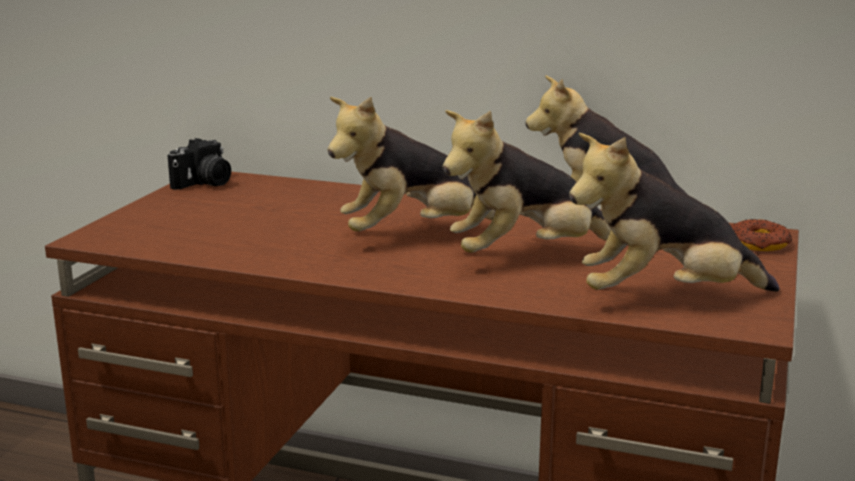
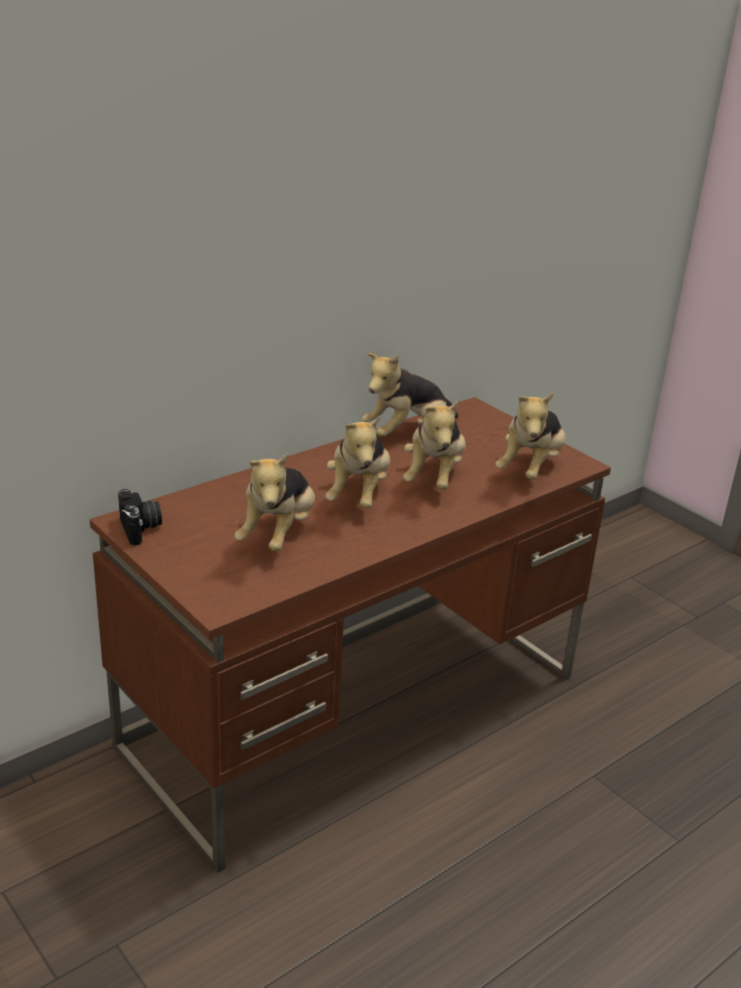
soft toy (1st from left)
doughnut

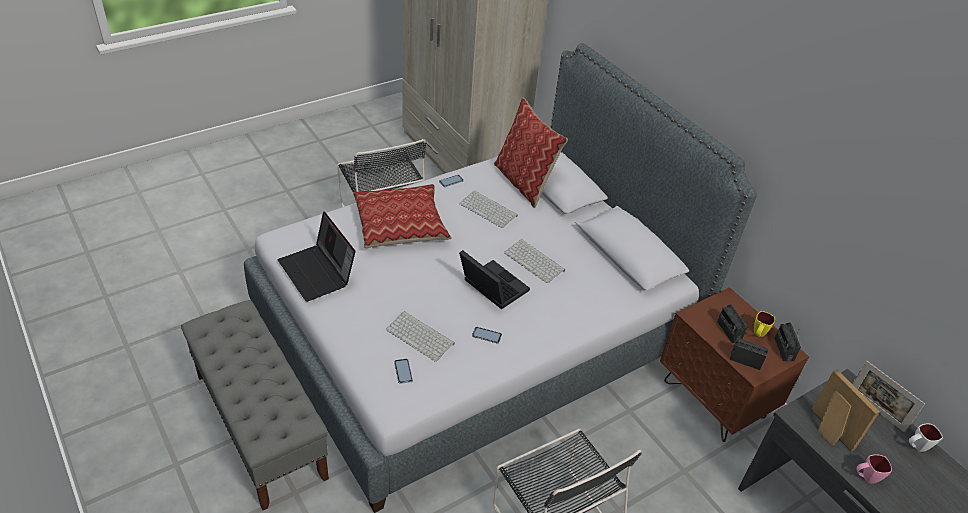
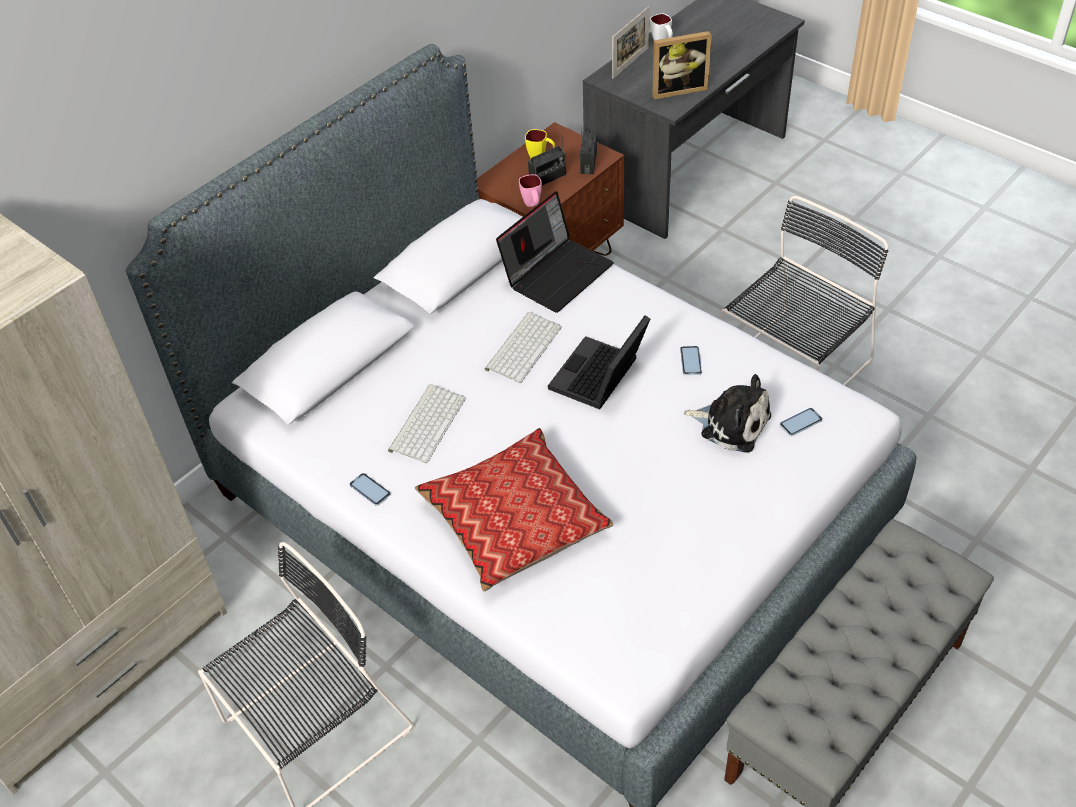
portable computer (1st from left)
pink tea mug
photo frame (2nd from left)
soft toy
pillow (2nd from left in the first image)
radio receiver (3rd from left in the first image)

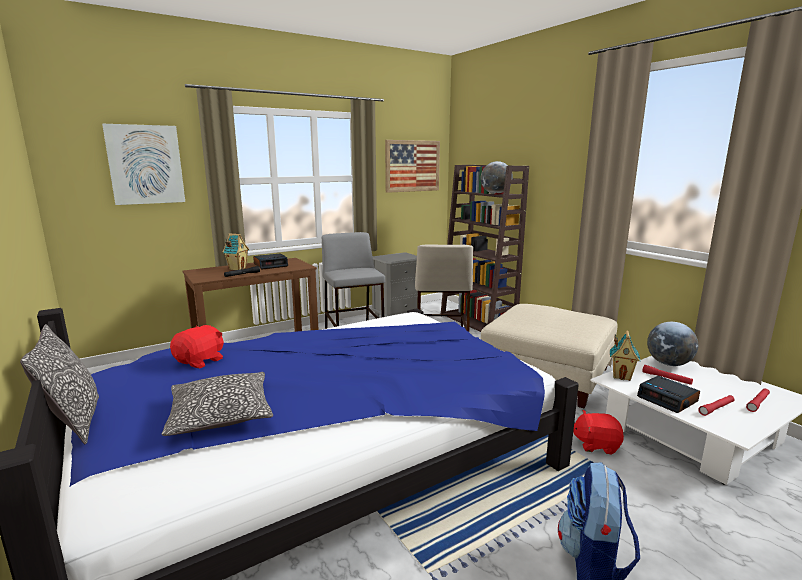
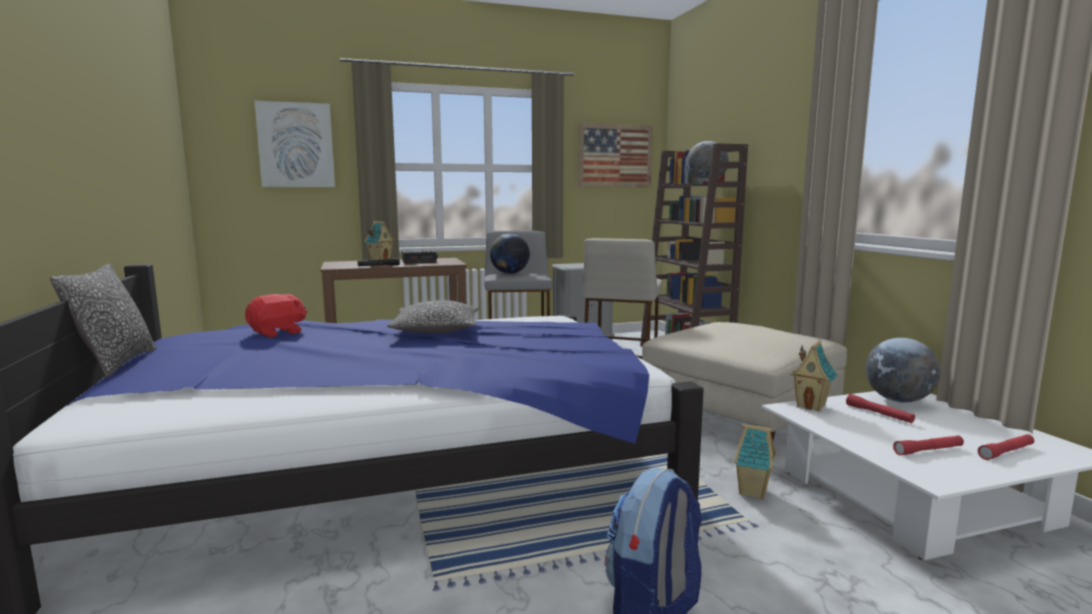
pillow (2nd from left)
desk globe (1st from left)
miniature house (2nd from left)
table clock (2nd from left in the first image)

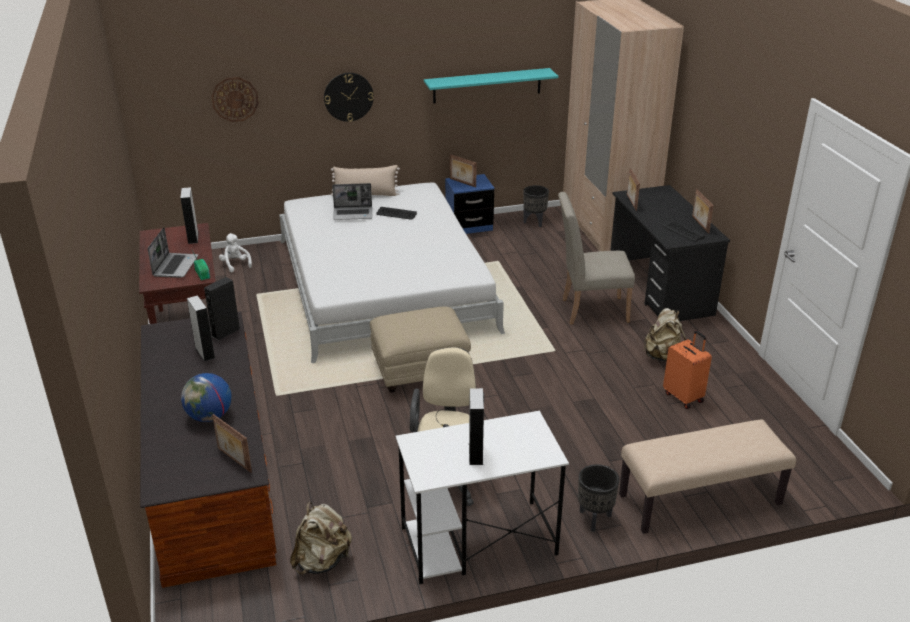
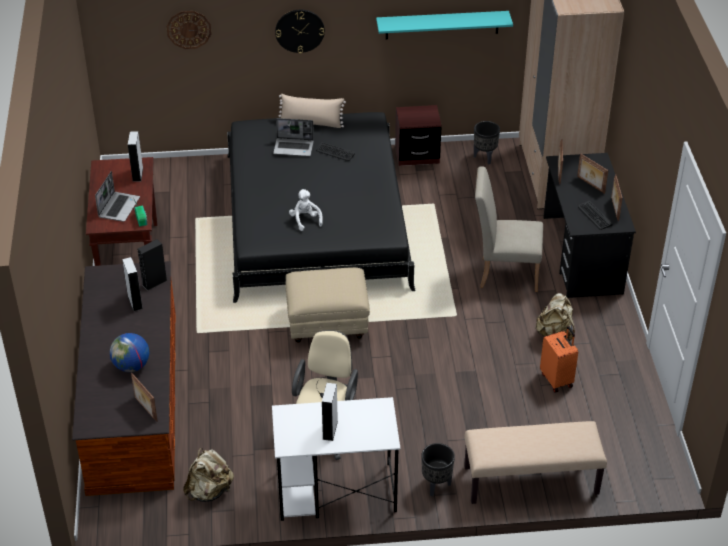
blackish bed
white-coloured soft toy
brown-coloured night table
photo frame (3rd from left)

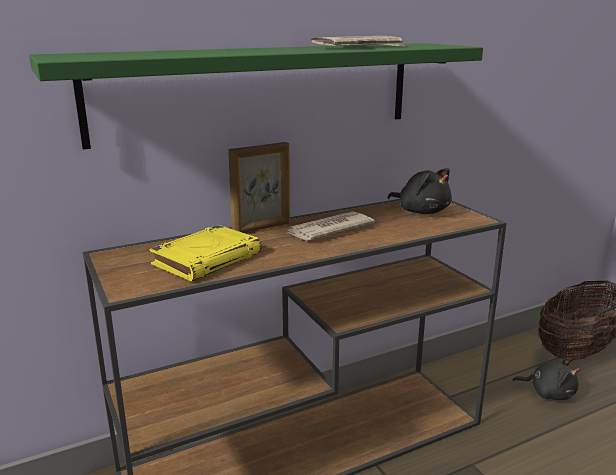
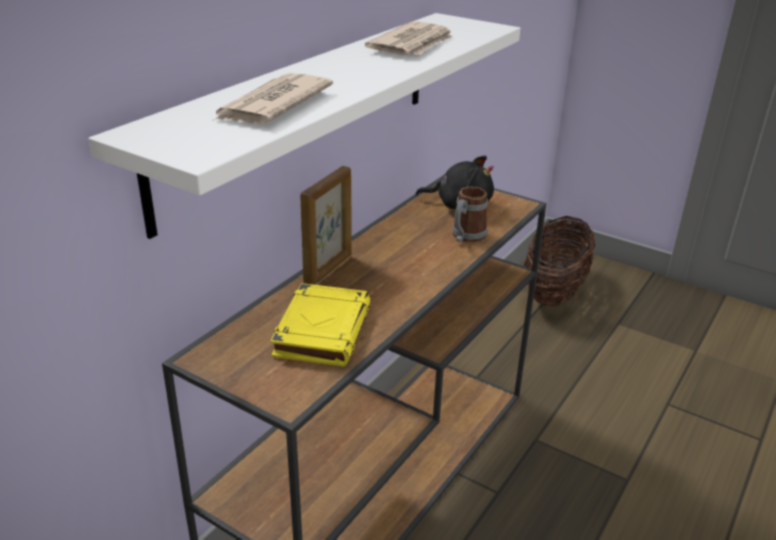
white-coloured wall shelf
newspaper (1st from left)
tea mug
blackish soft toy (2nd from left in the first image)

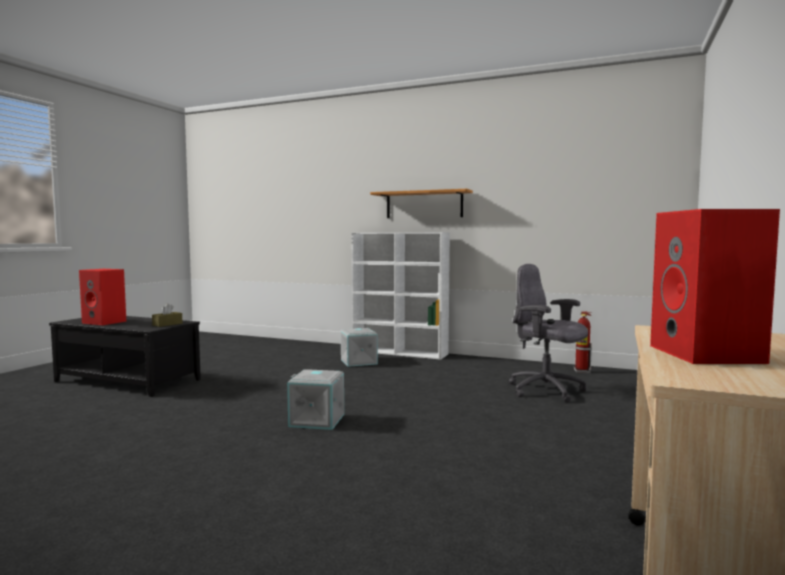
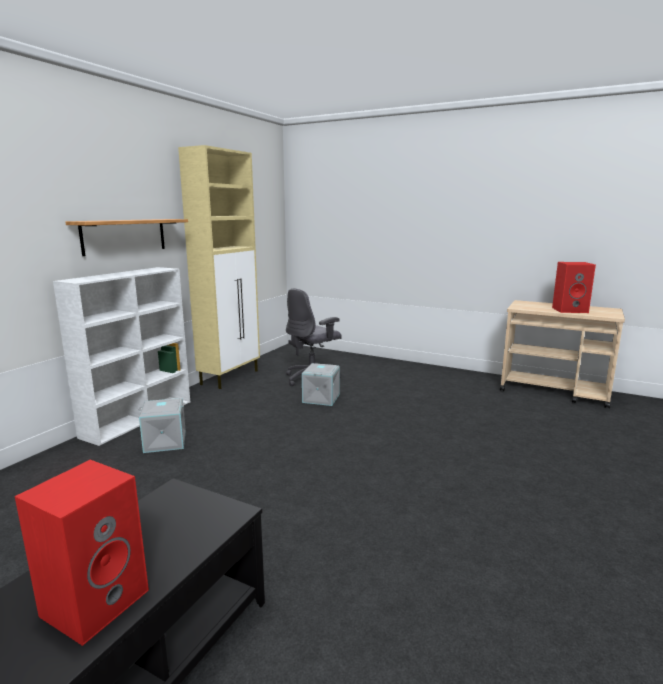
beige cupboard
greyish storage bin (2nd from left)
brown-coloured box of tissues
fire extinguisher

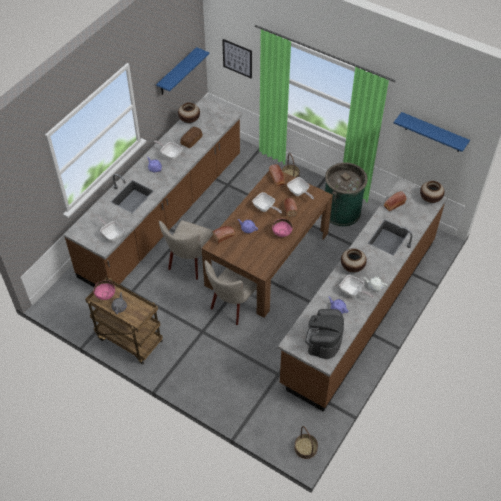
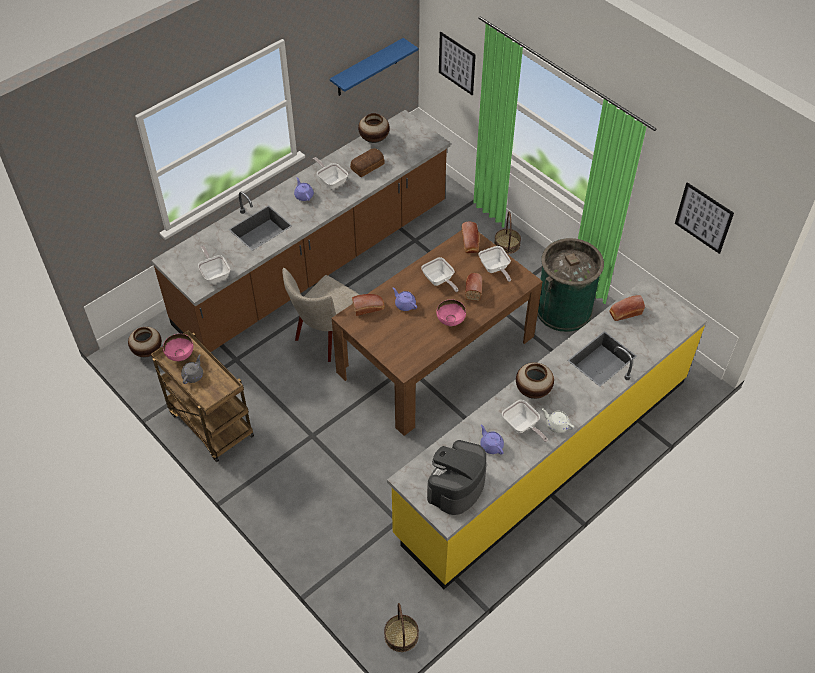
decorative vase (1st from left)
yellow-coloured counter
wall art (2nd from left)
beige plain chair (2nd from left in the first image)

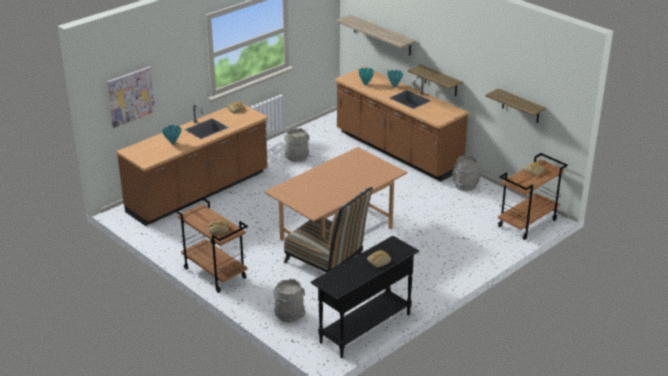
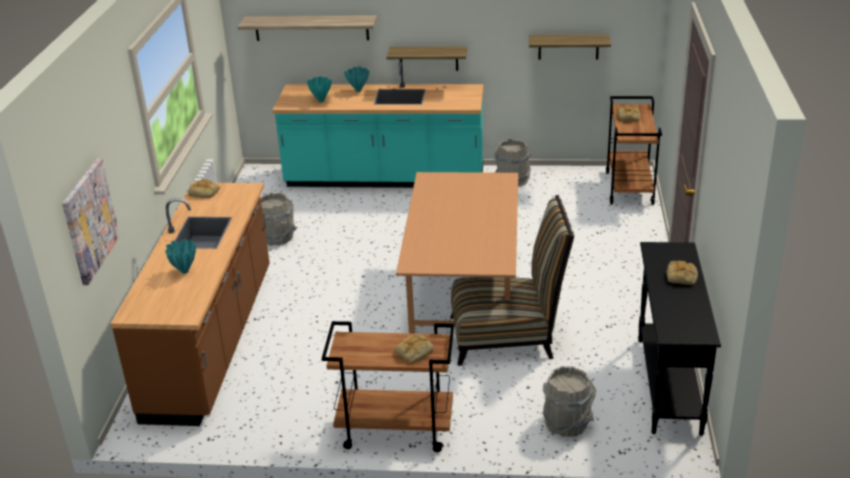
turquoise counter

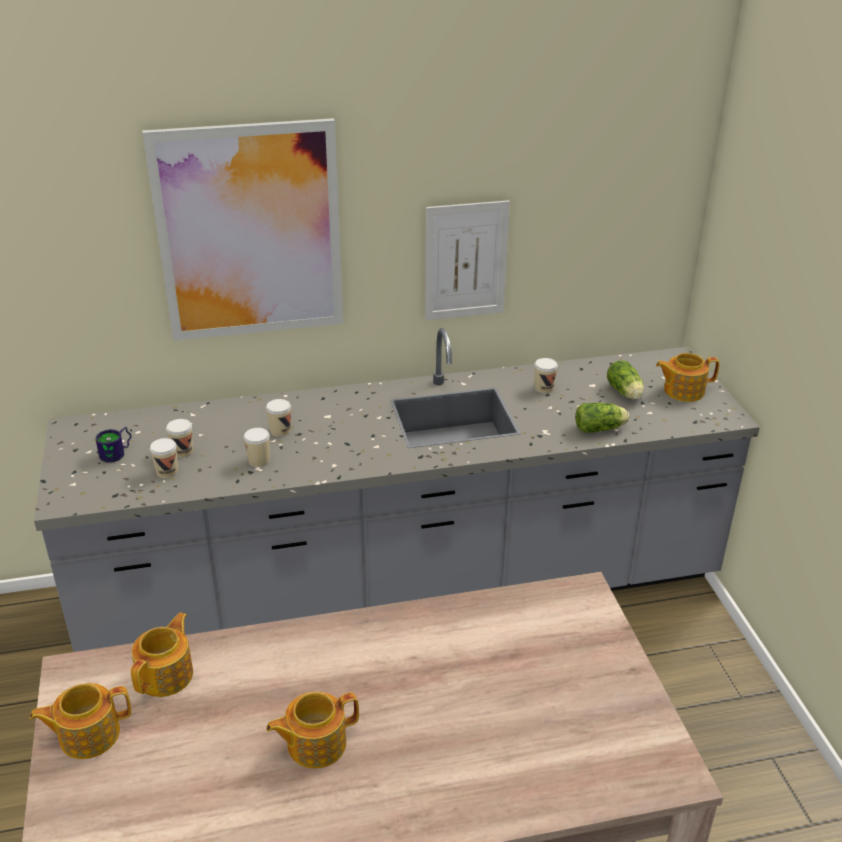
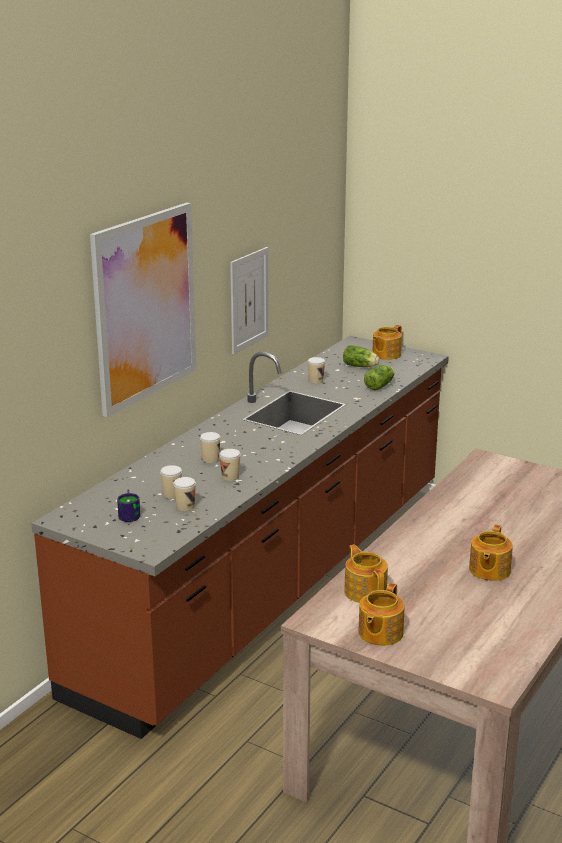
brown-coloured counter

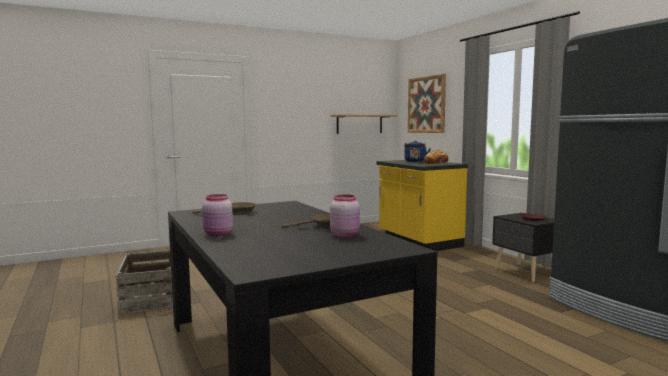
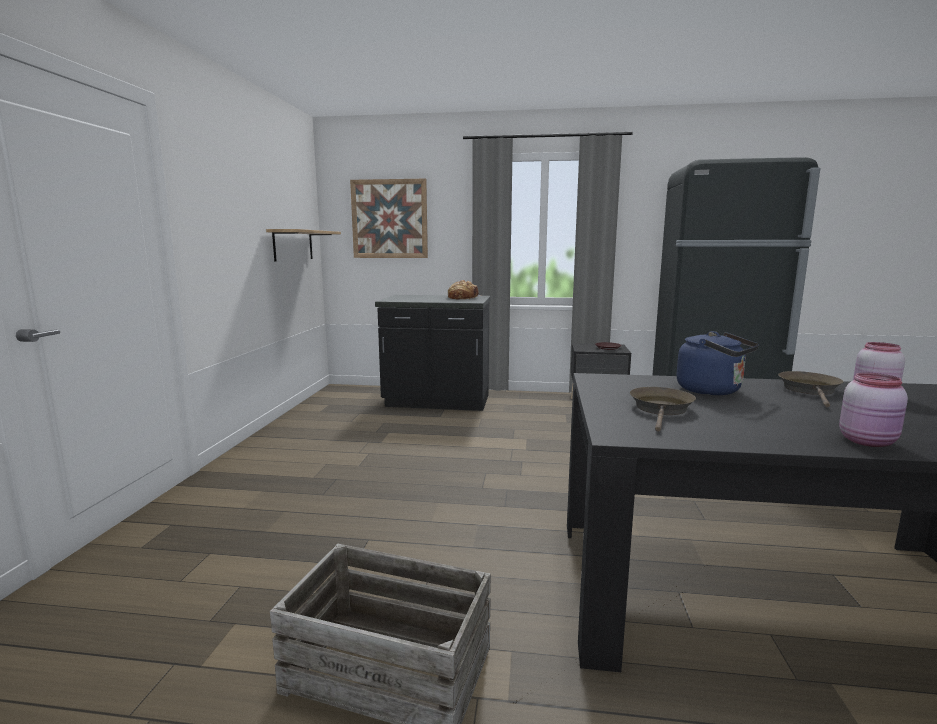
blackish counter
bluish tea kettle

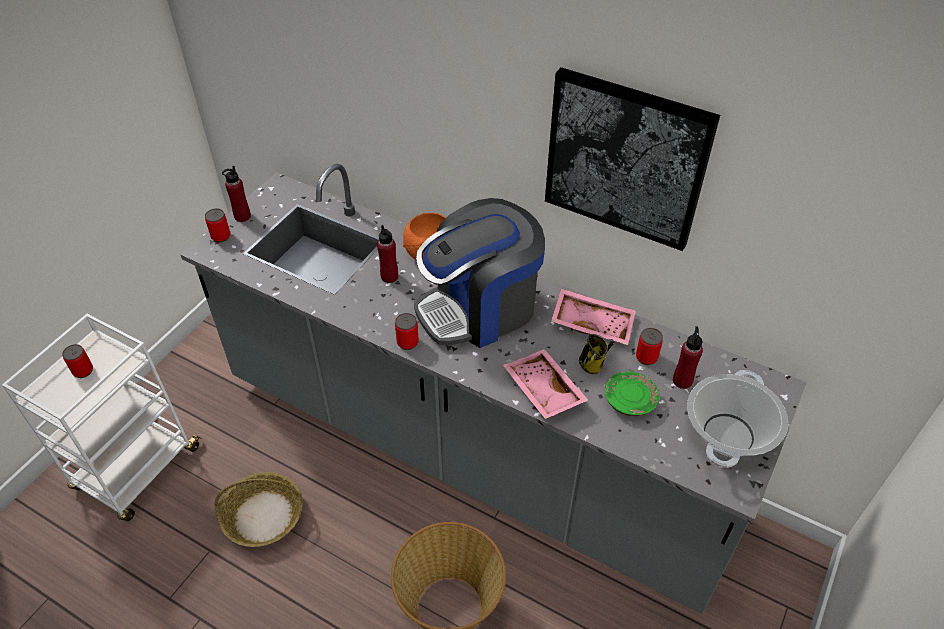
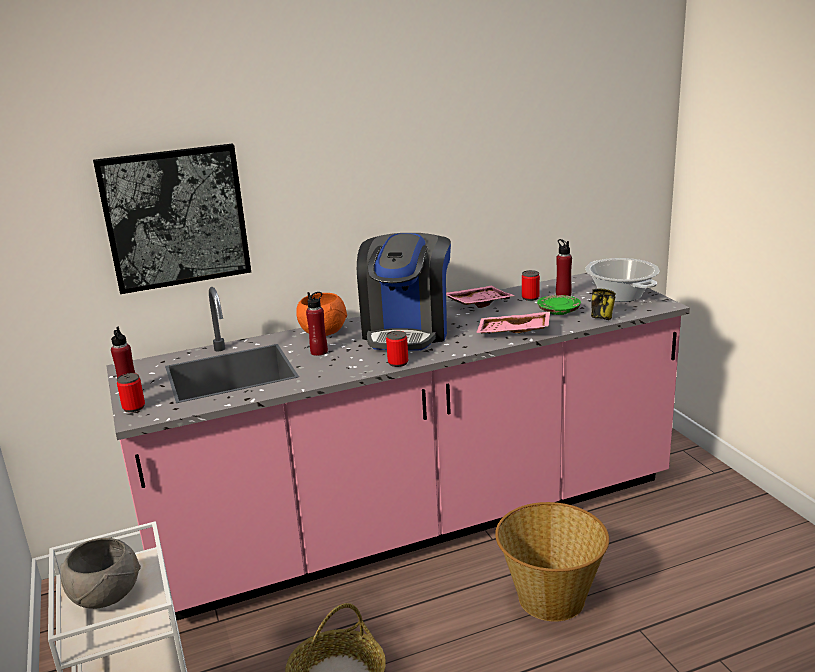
greyish bowl
wall art
pink counter
tea mug

